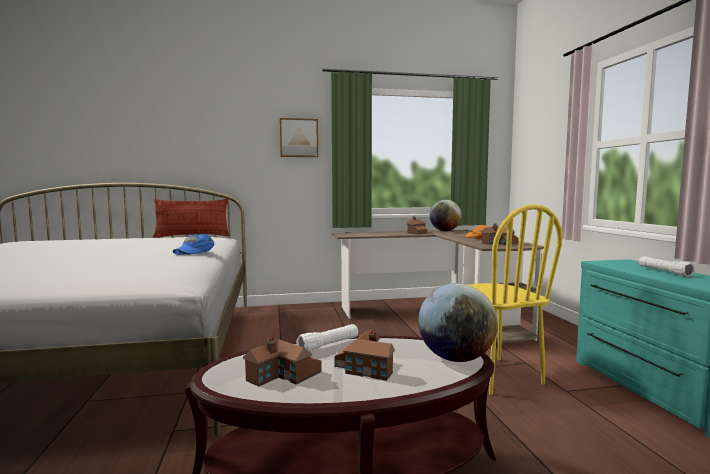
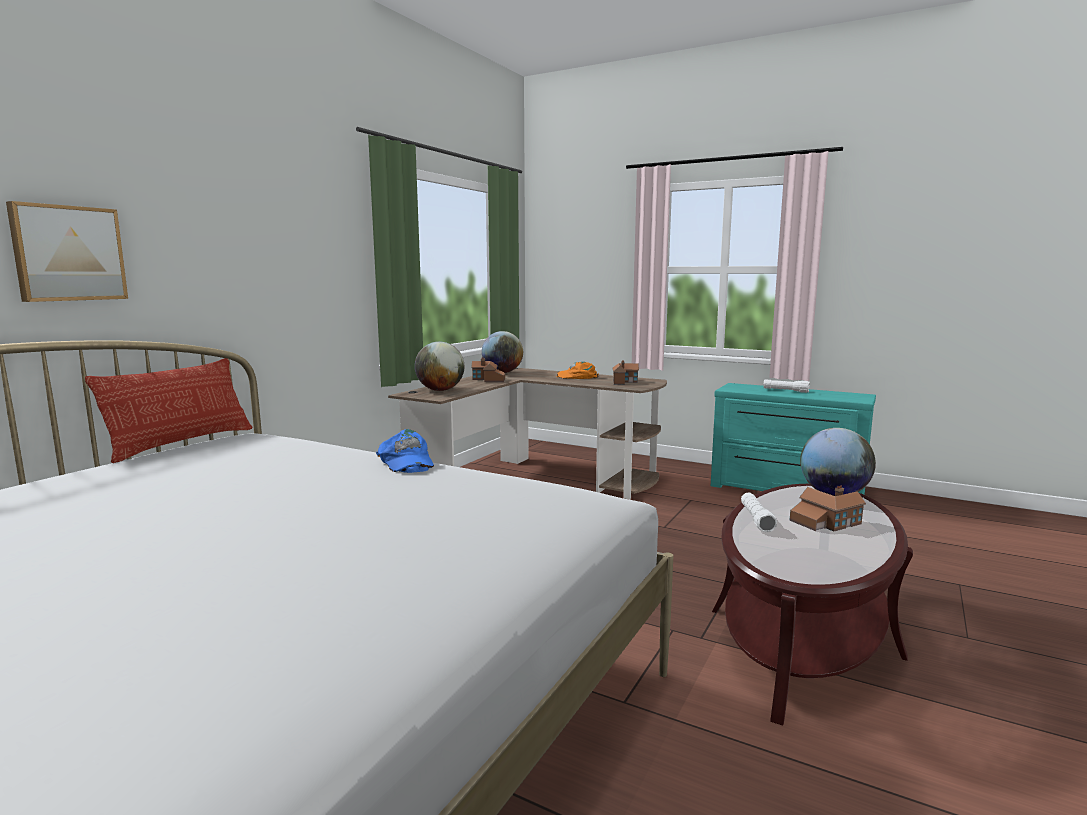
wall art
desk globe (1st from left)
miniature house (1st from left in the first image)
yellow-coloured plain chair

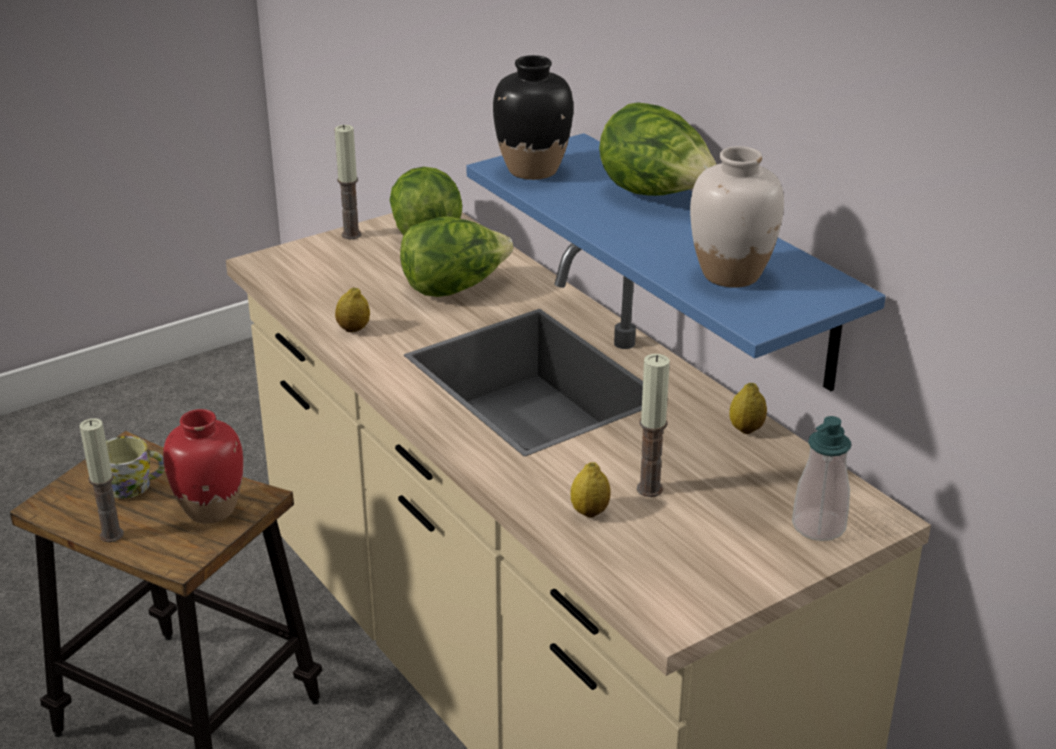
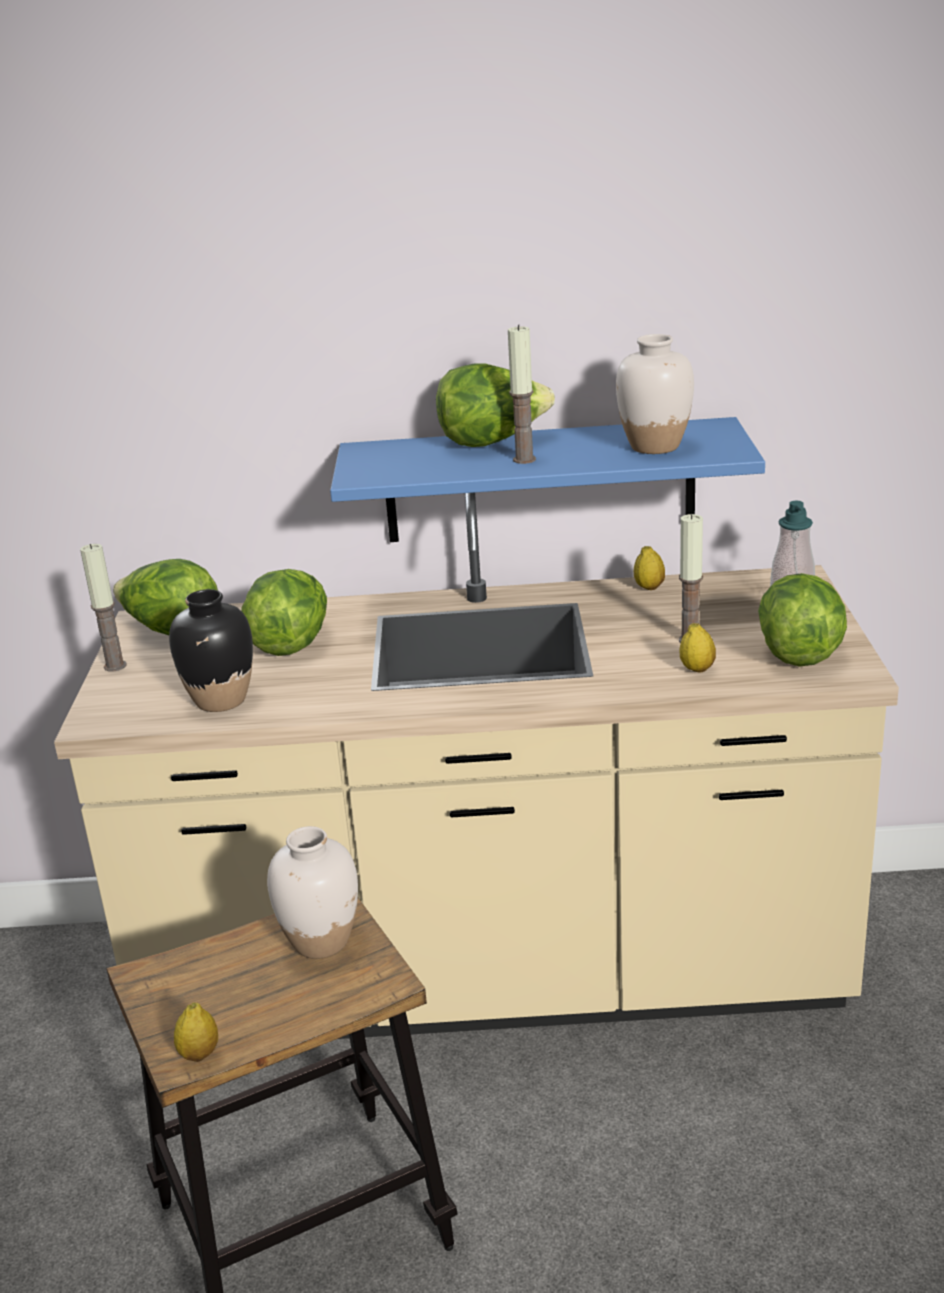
blackish decorative vase
lemon (1st from left)
white-coloured decorative vase (1st from left)
wax light (2nd from left)
head of lettuce (4th from left)
tea mug

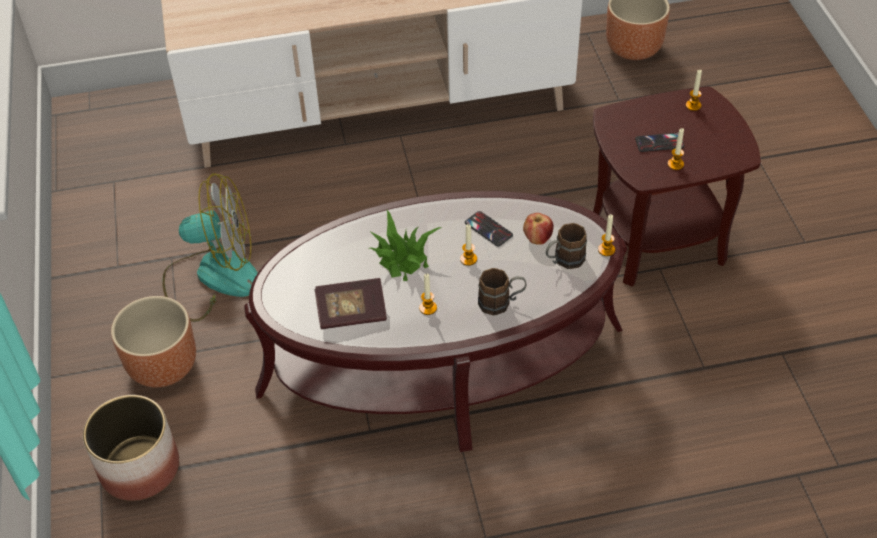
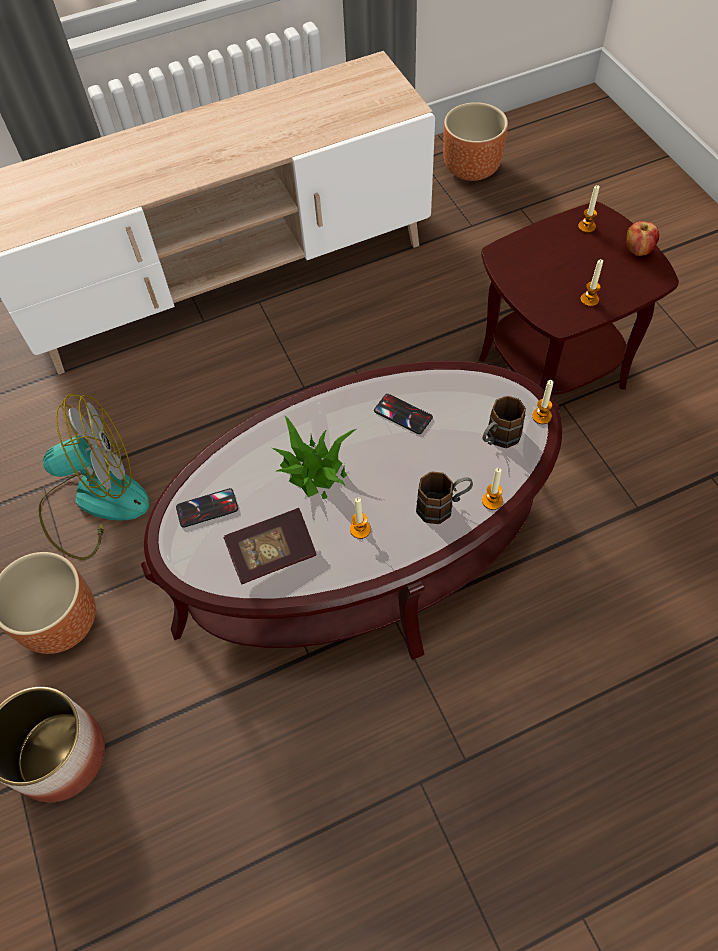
phone (1st from left)
wax light (2nd from left)
apple

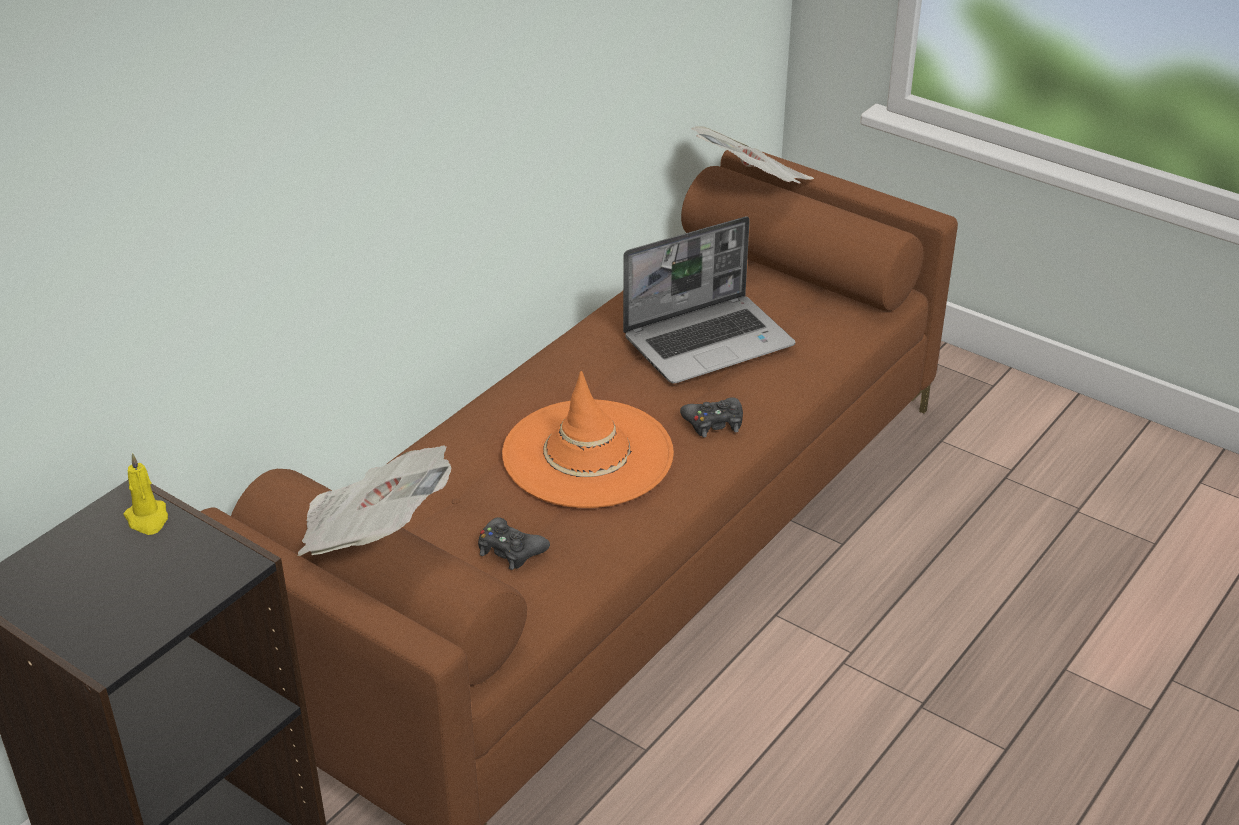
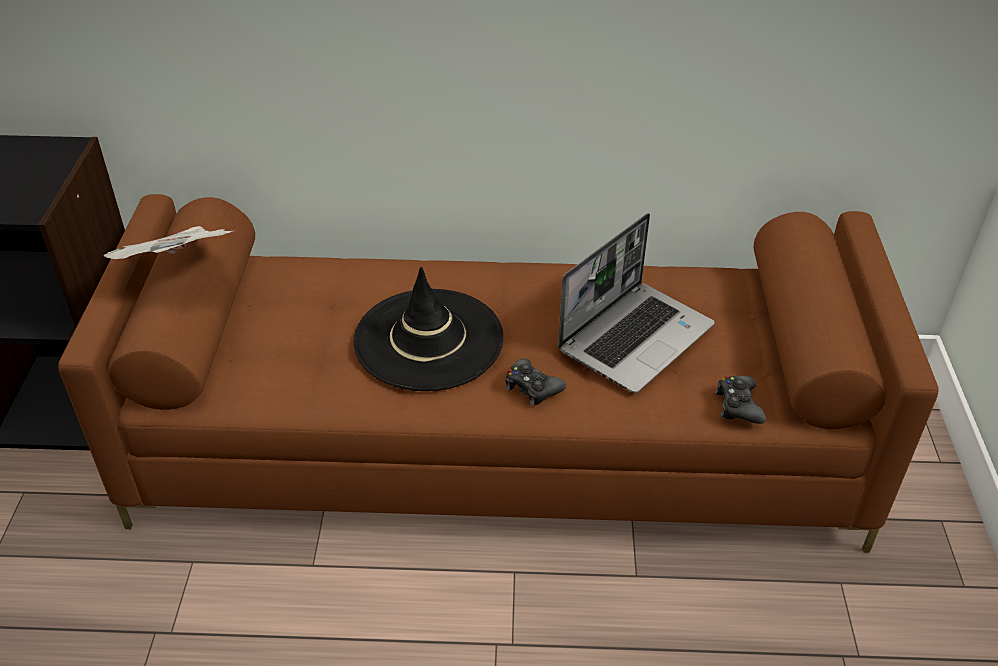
blackish hat
portable computer
blackish gamepad (2nd from left)
yellow-coloured wax light
newspaper (2nd from left in the first image)

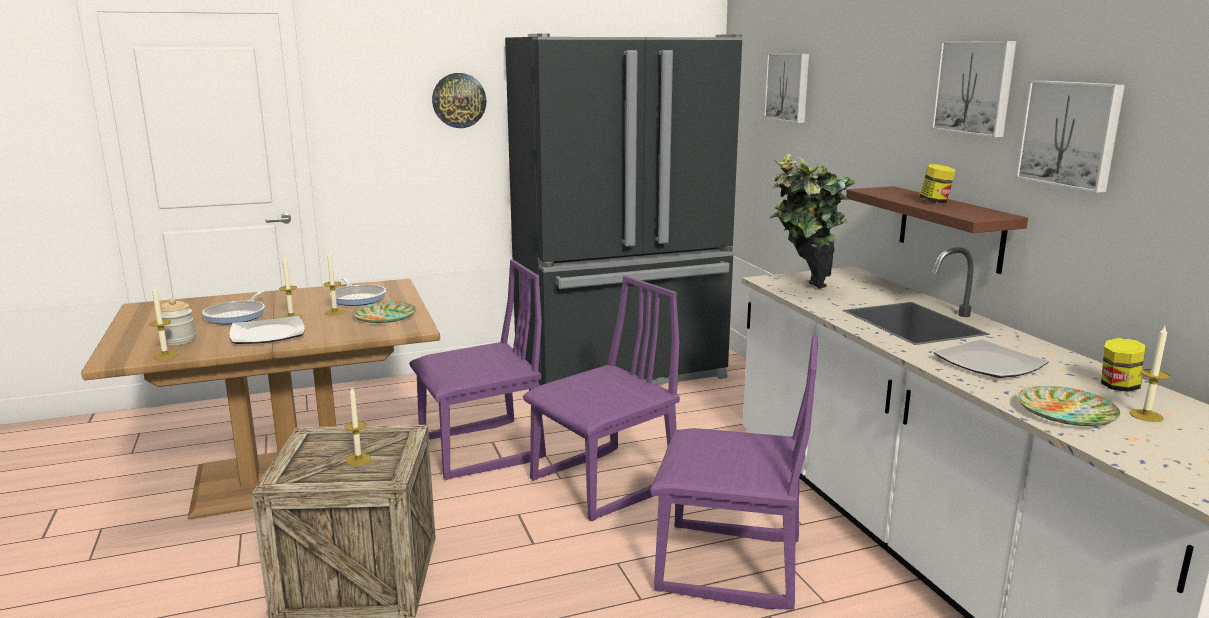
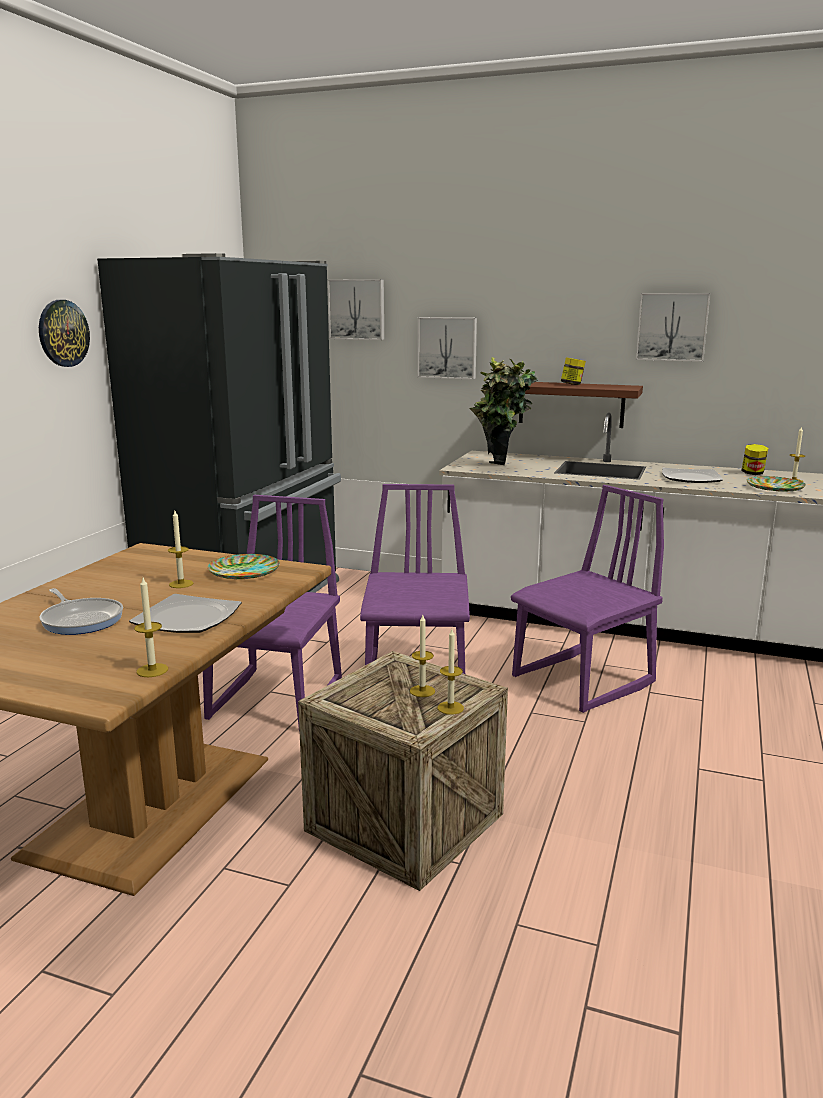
wall art (2nd from left)
wax light (4th from left)
preserve jar (1st from left in the first image)
skillet (2nd from left in the first image)

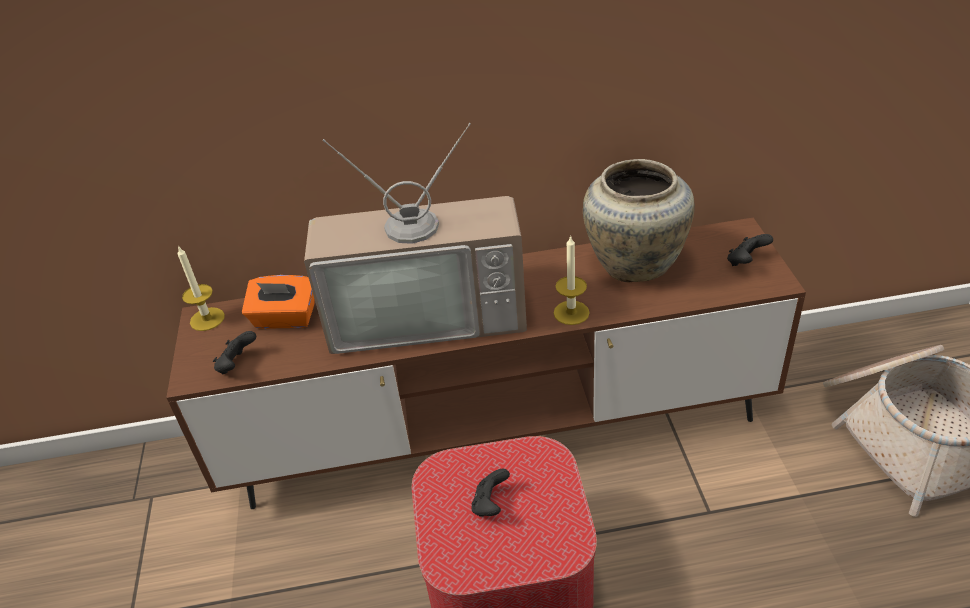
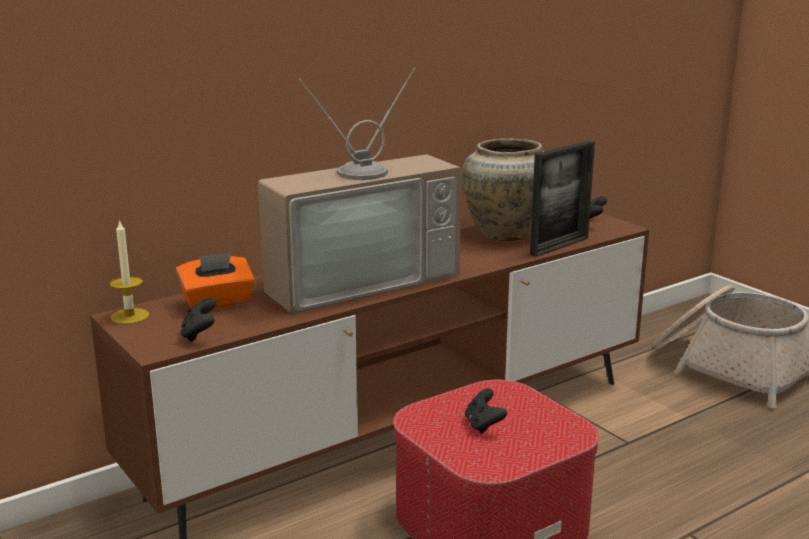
photo frame
wax light (2nd from left in the first image)

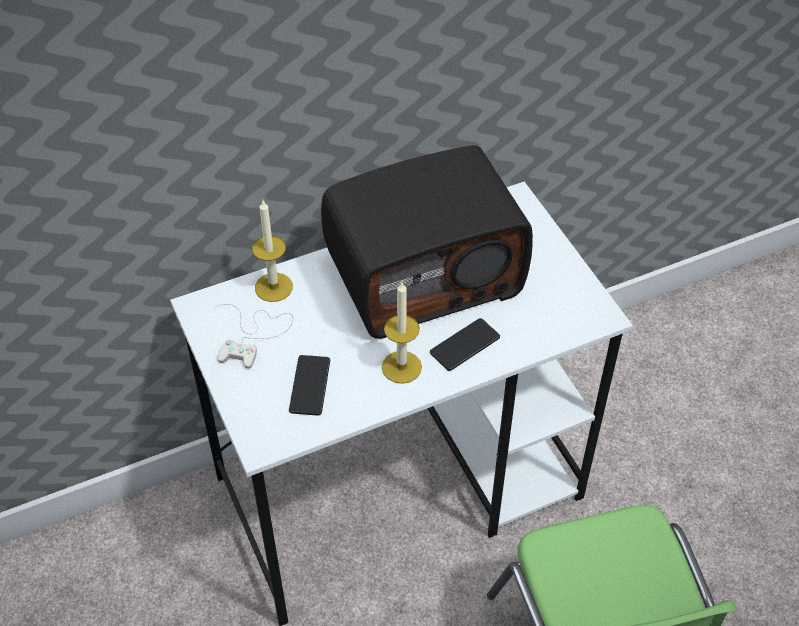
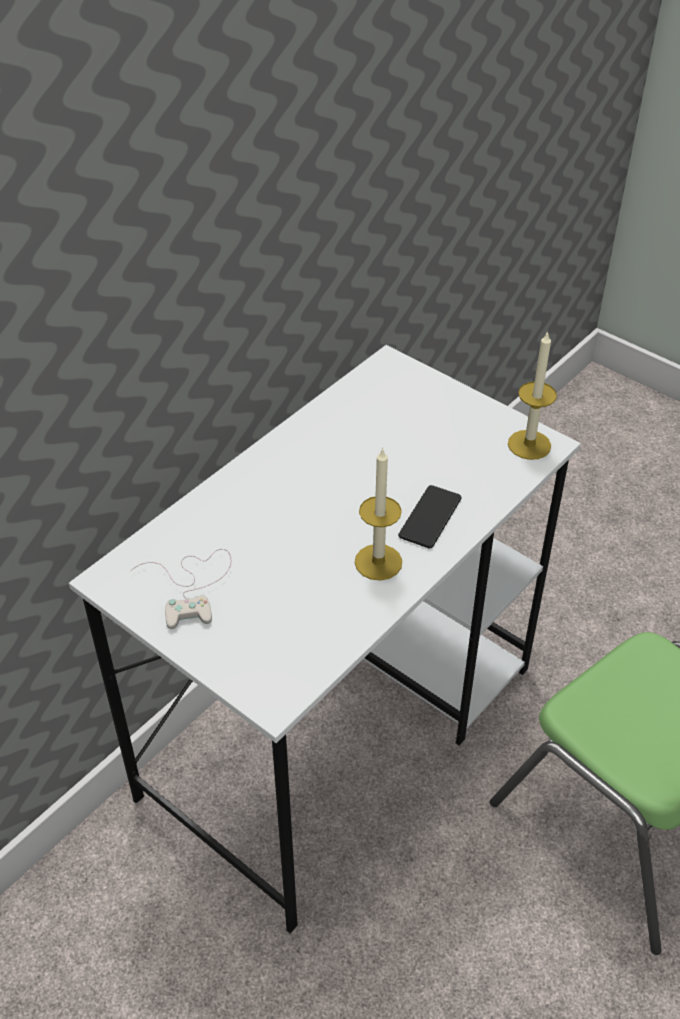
wax light (2nd from left)
phone (1st from left in the first image)
radio receiver

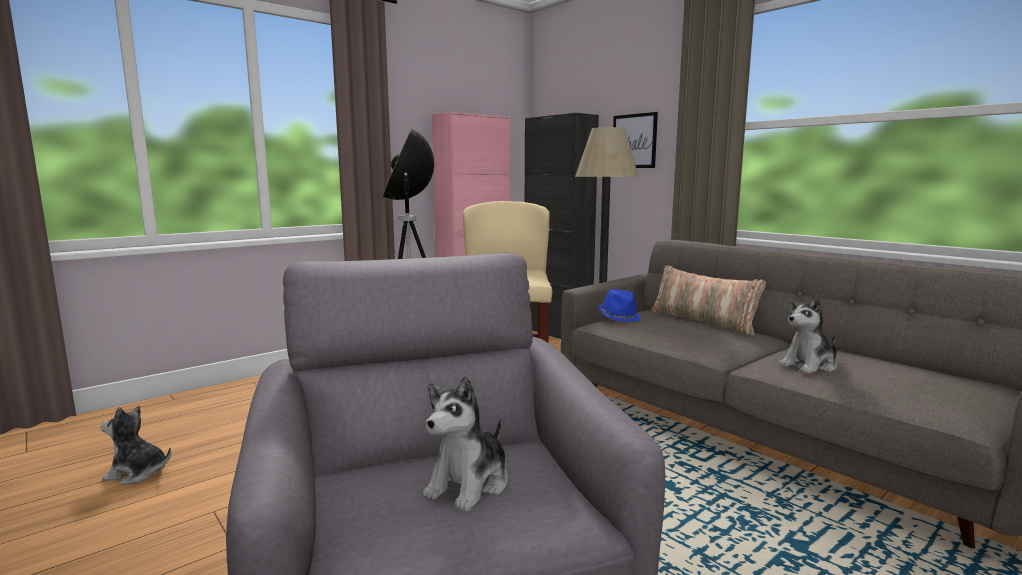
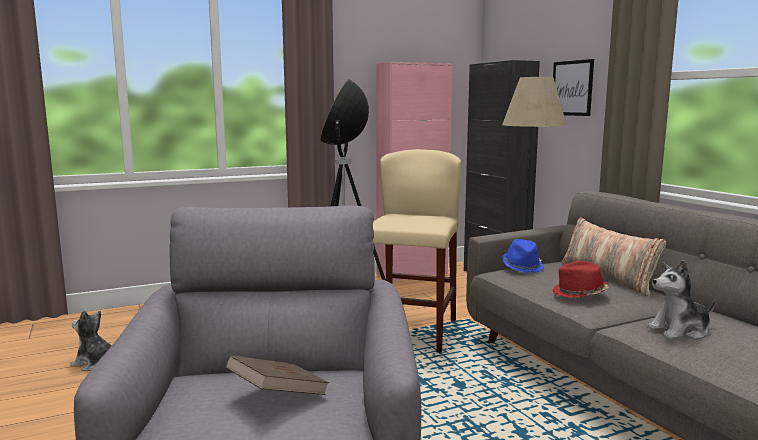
brown-coloured volume
red-coloured hat

